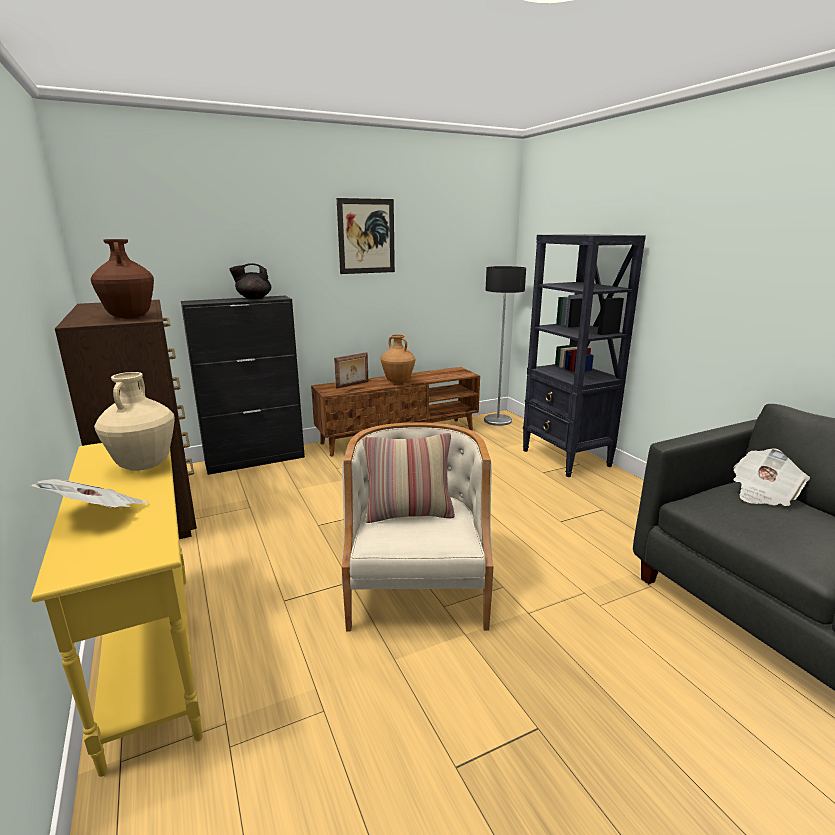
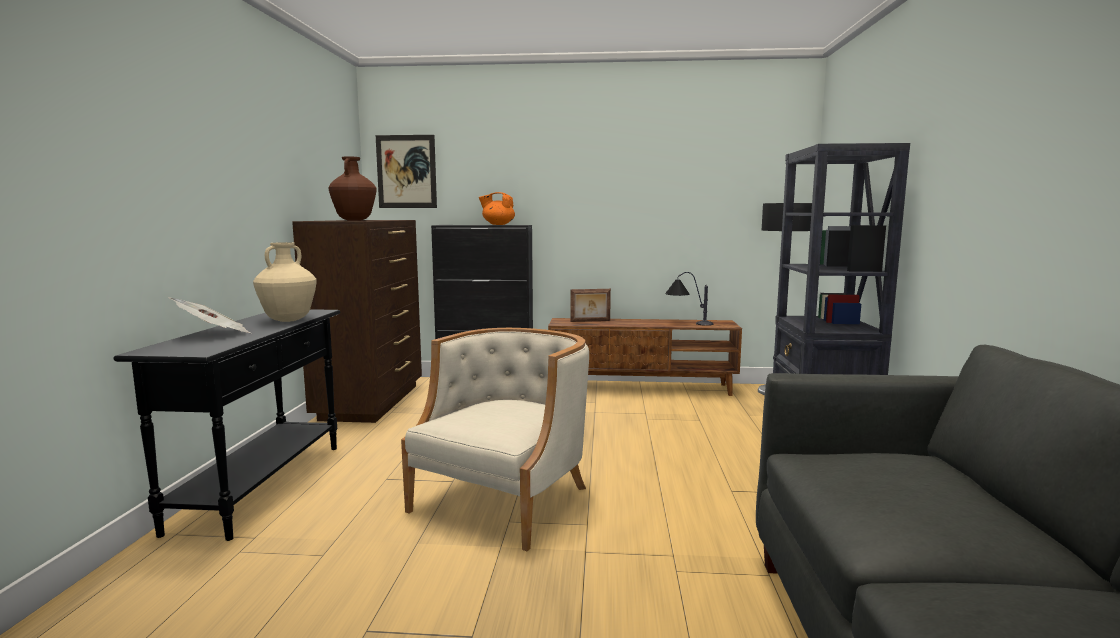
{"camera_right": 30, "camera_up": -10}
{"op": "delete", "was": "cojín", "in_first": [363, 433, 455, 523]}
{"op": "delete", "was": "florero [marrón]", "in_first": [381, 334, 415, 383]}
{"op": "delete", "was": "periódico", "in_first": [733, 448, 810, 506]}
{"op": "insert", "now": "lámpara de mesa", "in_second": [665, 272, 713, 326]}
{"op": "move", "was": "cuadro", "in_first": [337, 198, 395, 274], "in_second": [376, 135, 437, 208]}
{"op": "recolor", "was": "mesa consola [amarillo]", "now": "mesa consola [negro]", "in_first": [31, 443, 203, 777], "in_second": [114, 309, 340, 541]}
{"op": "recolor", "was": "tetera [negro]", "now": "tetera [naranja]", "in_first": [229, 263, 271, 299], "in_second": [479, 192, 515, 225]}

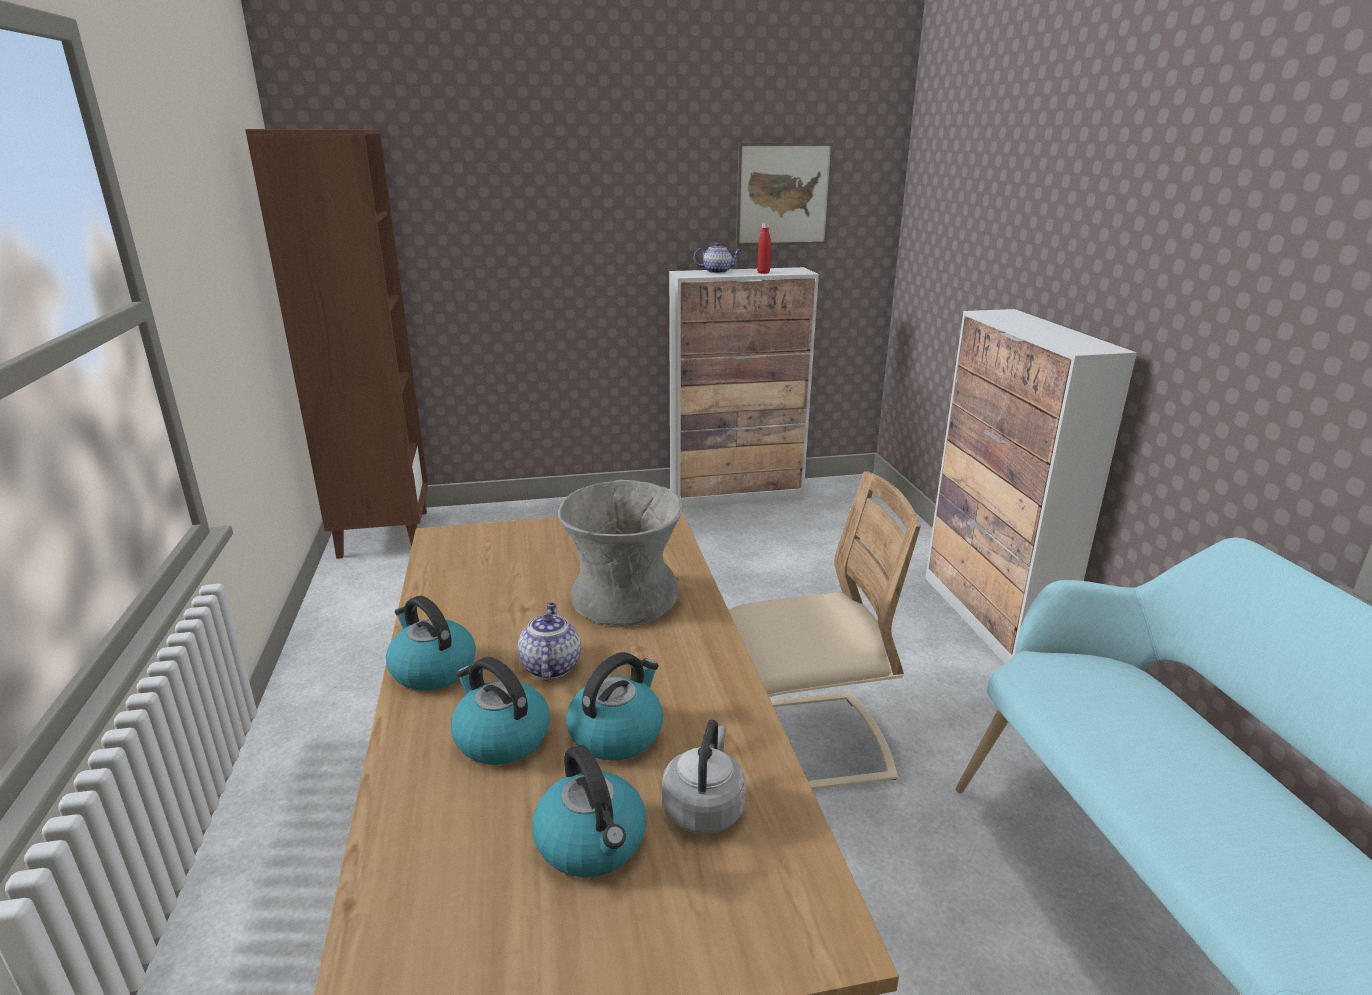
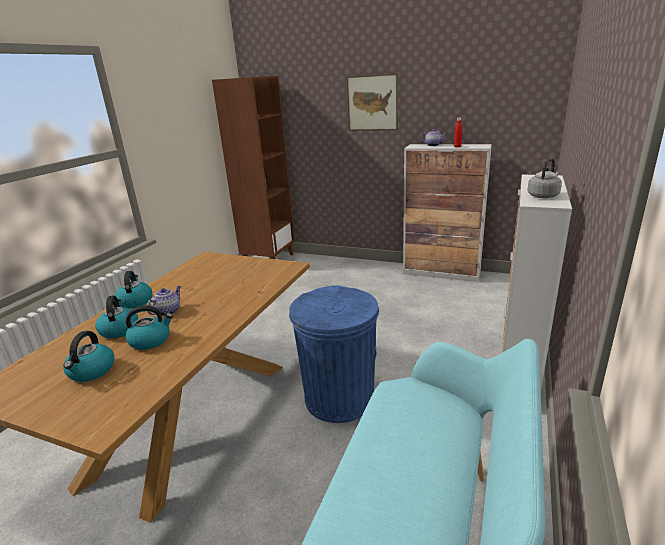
{"camera_right": 35, "camera_up": 0}
{"op": "delete", "was": "florero [gris]", "in_first": [558, 480, 683, 626]}
{"op": "move", "was": "hervidor [gris]", "in_first": [662, 720, 745, 834], "in_second": [528, 158, 562, 198]}
{"op": "move", "was": "cuadro", "in_first": [736, 143, 833, 246], "in_second": [346, 73, 398, 131]}
{"op": "replace", "was": "silla [beis]", "now": "papelera [azul]", "in_first": [729, 471, 921, 789], "in_second": [289, 285, 379, 423]}

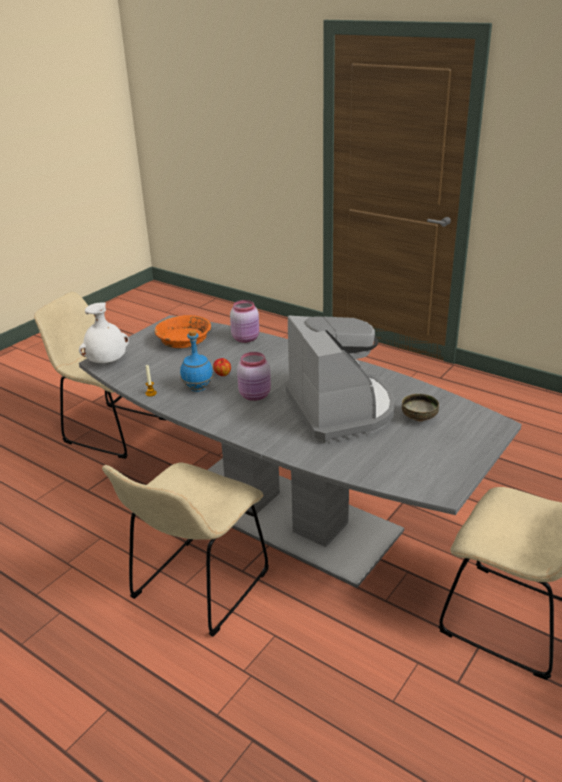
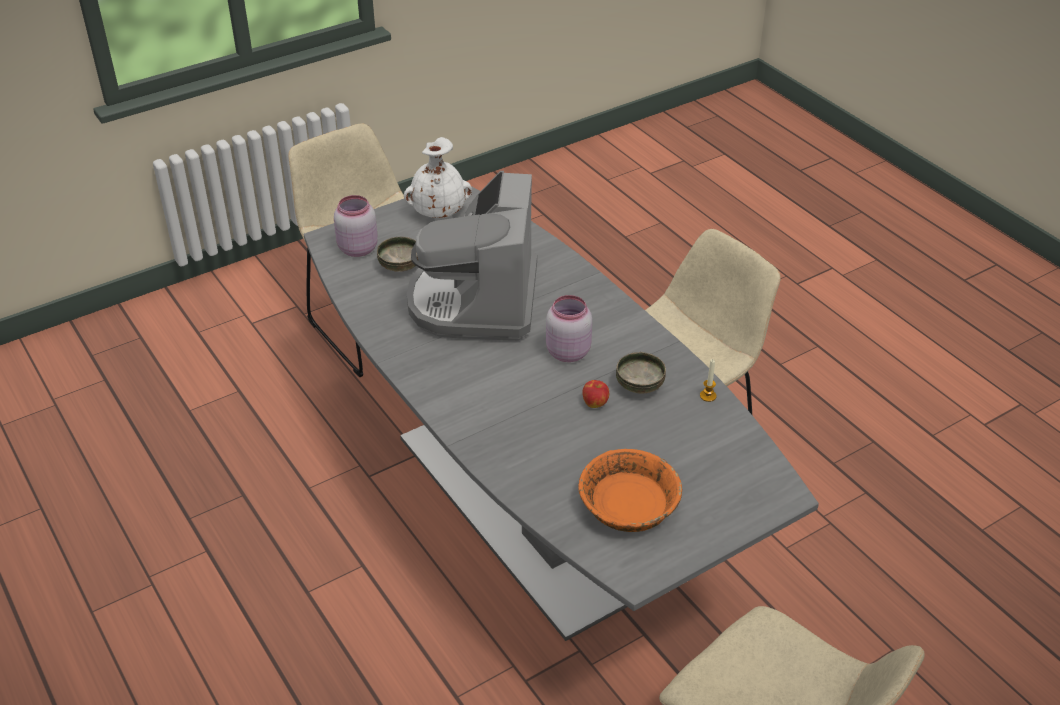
{"camera_right": -160, "camera_up": 10}
{"op": "move", "was": "florero [blanco]", "in_first": [79, 302, 129, 363], "in_second": [404, 137, 472, 218]}
{"op": "move", "was": "tarro [rosa]", "in_first": [230, 300, 259, 343], "in_second": [334, 195, 378, 257]}
{"op": "replace", "was": "botella [azul]", "now": "cuenco", "in_first": [180, 330, 213, 392], "in_second": [616, 352, 666, 393]}

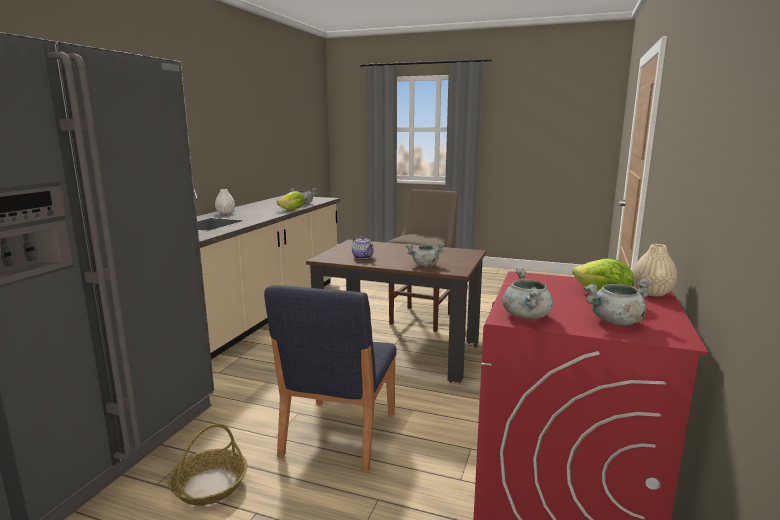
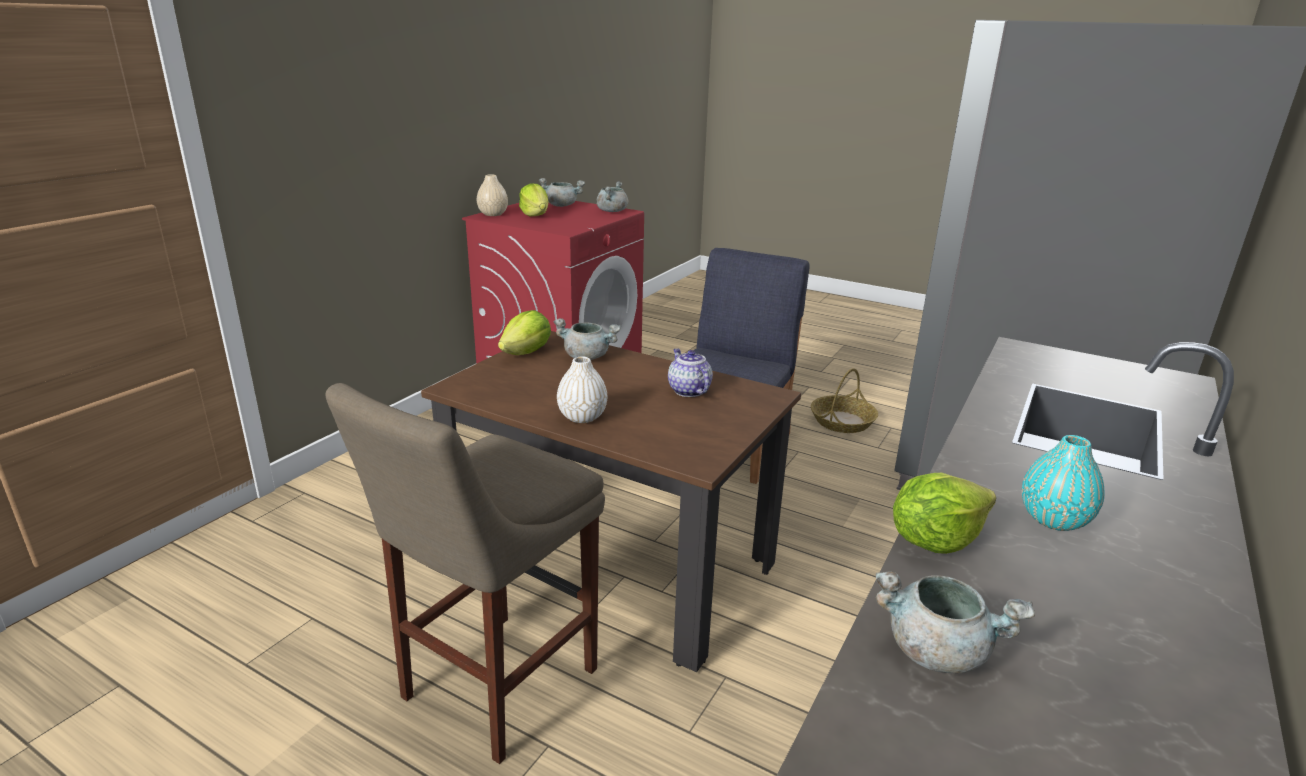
{"camera_right": -170, "camera_up": 10}
{"op": "insert", "now": "lechuga", "in_second": [498, 310, 551, 355]}
{"op": "insert", "now": "florero [turquesa]", "in_second": [1022, 435, 1105, 531]}
{"op": "move", "was": "florero [blanco]", "in_first": [215, 189, 235, 214], "in_second": [557, 356, 607, 423]}

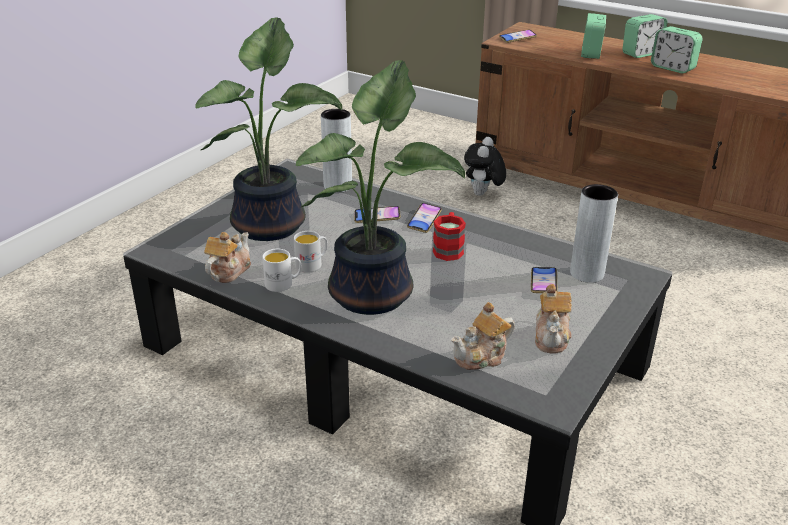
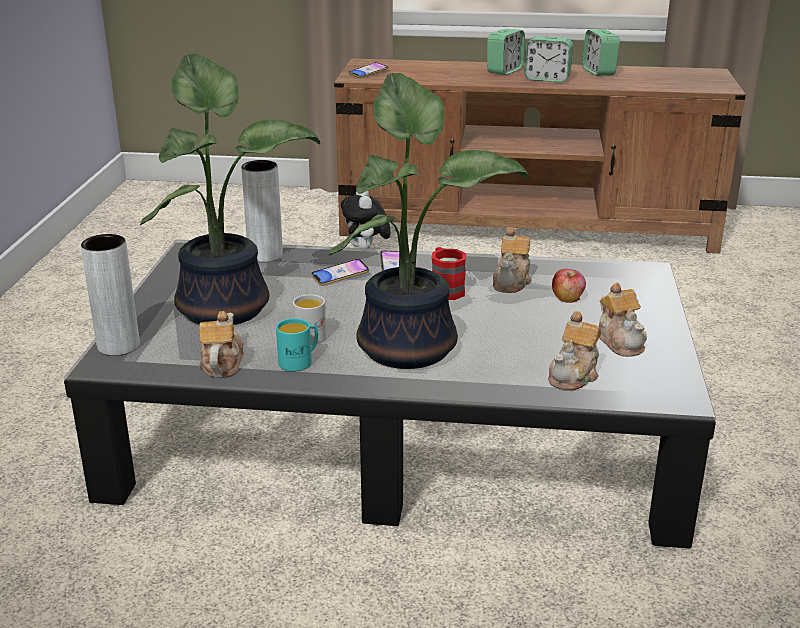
{"camera_right": -25, "camera_up": -5}
{"op": "insert", "now": "tetera", "in_second": [493, 227, 532, 293]}
{"op": "move", "was": "florero [gris]", "in_first": [570, 184, 618, 283], "in_second": [81, 234, 140, 356]}
{"op": "move", "was": "despertador", "in_first": [581, 13, 606, 59], "in_second": [582, 29, 620, 76]}
{"op": "replace", "was": "móvil", "now": "manzana", "in_first": [531, 267, 557, 293], "in_second": [552, 269, 586, 303]}
{"op": "recolor", "was": "taza grande [blanco]", "now": "taza grande [turquesa]", "in_first": [262, 249, 301, 292], "in_second": [276, 318, 318, 371]}

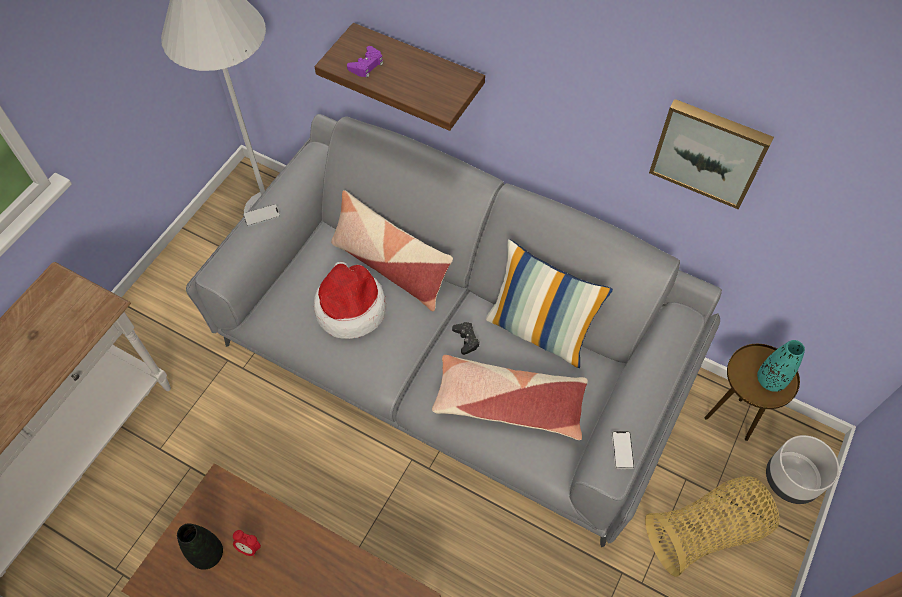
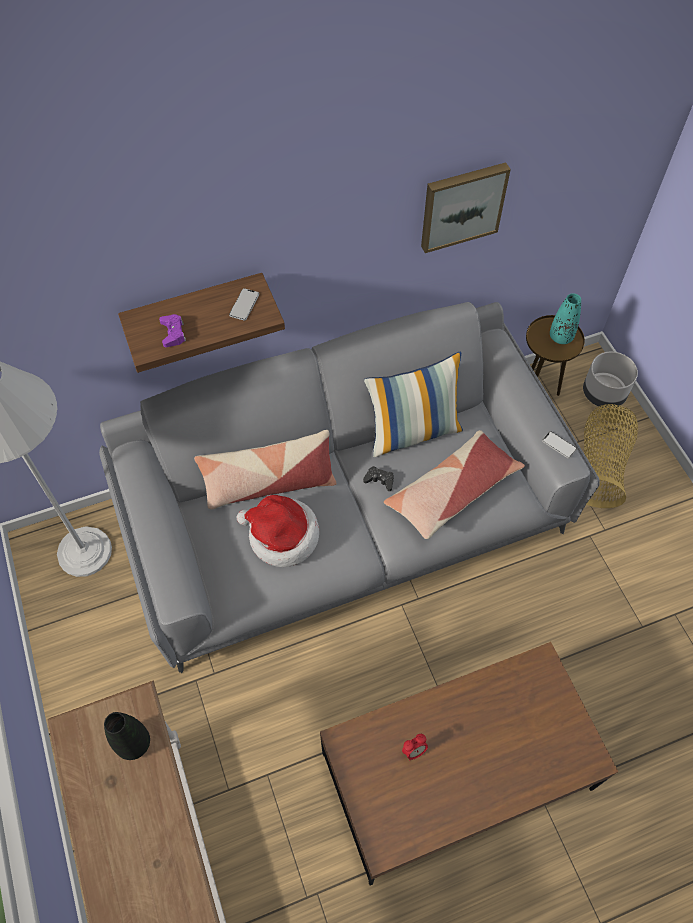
{"camera_right": -50, "camera_up": 0}
{"op": "move", "was": "florero [negro]", "in_first": [177, 523, 223, 570], "in_second": [104, 712, 150, 760]}
{"op": "move", "was": "móvil", "in_first": [243, 204, 280, 227], "in_second": [229, 288, 259, 321]}

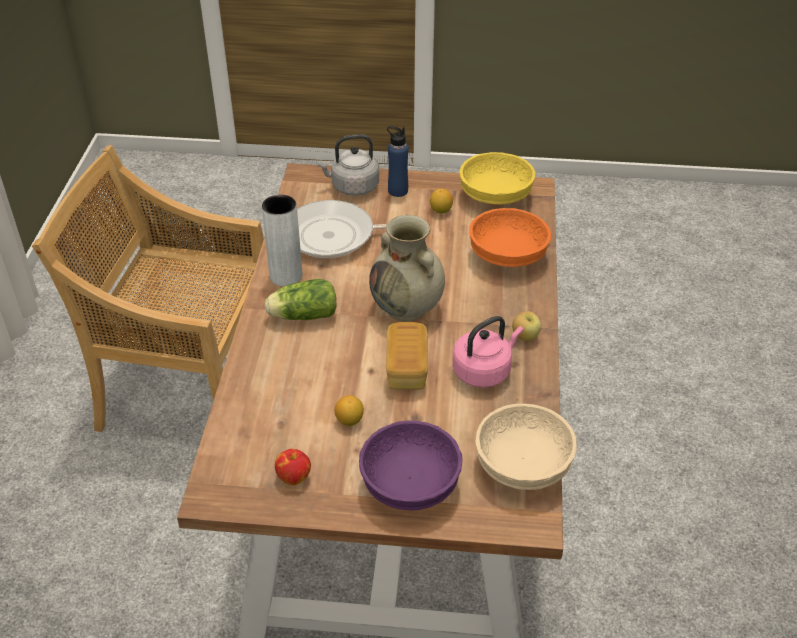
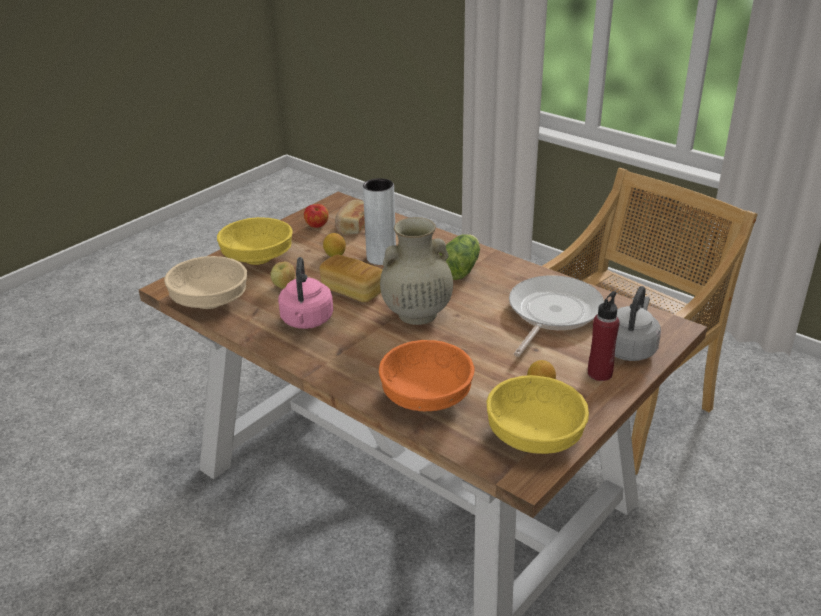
{"camera_right": 125, "camera_up": -10}
{"op": "insert", "now": "pan", "in_second": [335, 200, 365, 234]}
{"op": "move", "was": "florero [gris]", "in_first": [262, 195, 302, 286], "in_second": [363, 178, 396, 265]}
{"op": "move", "was": "manzana", "in_first": [512, 311, 541, 341], "in_second": [270, 262, 295, 289]}
{"op": "recolor", "was": "cuenco [morado]", "now": "cuenco [amarillo]", "in_first": [359, 420, 463, 511], "in_second": [217, 217, 293, 265]}
{"op": "recolor", "was": "botella [azul]", "now": "botella [rojo]", "in_first": [387, 126, 409, 197], "in_second": [588, 291, 620, 381]}

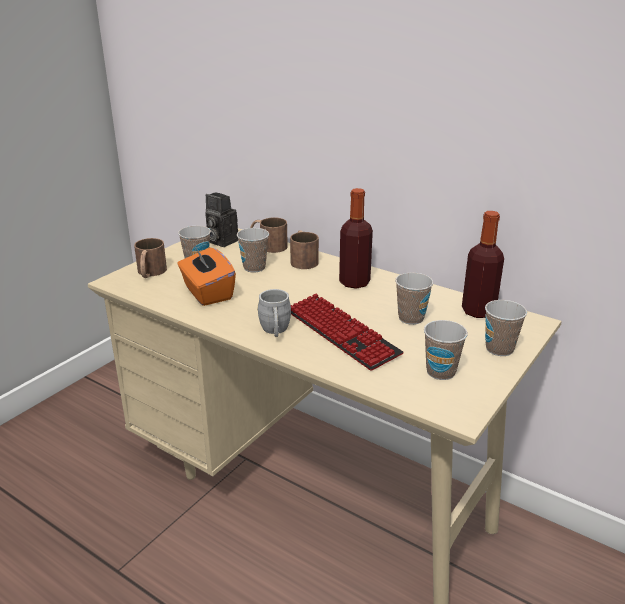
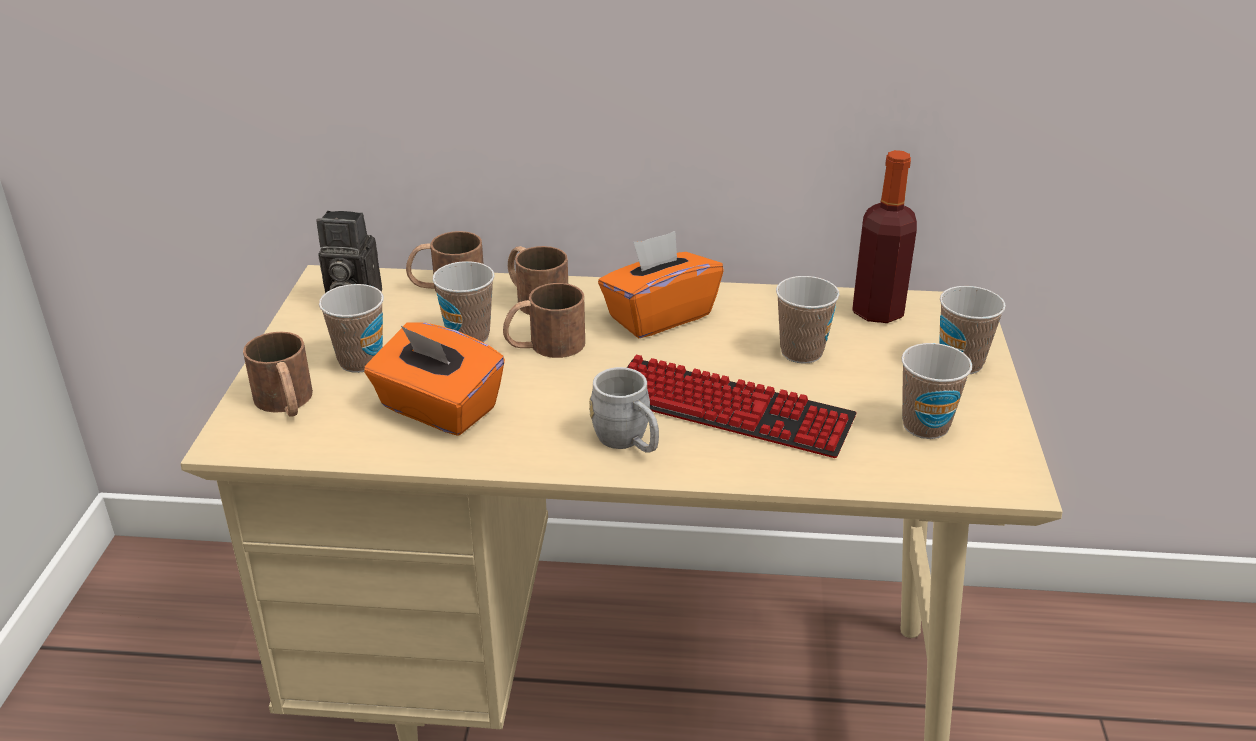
{"camera_right": -30, "camera_up": 5}
{"op": "insert", "now": "taza grande [marrón]", "in_second": [503, 283, 585, 358]}
{"op": "replace", "was": "botella", "now": "caja de pañuelos [naranja]", "in_first": [339, 188, 373, 289], "in_second": [598, 231, 724, 338]}

